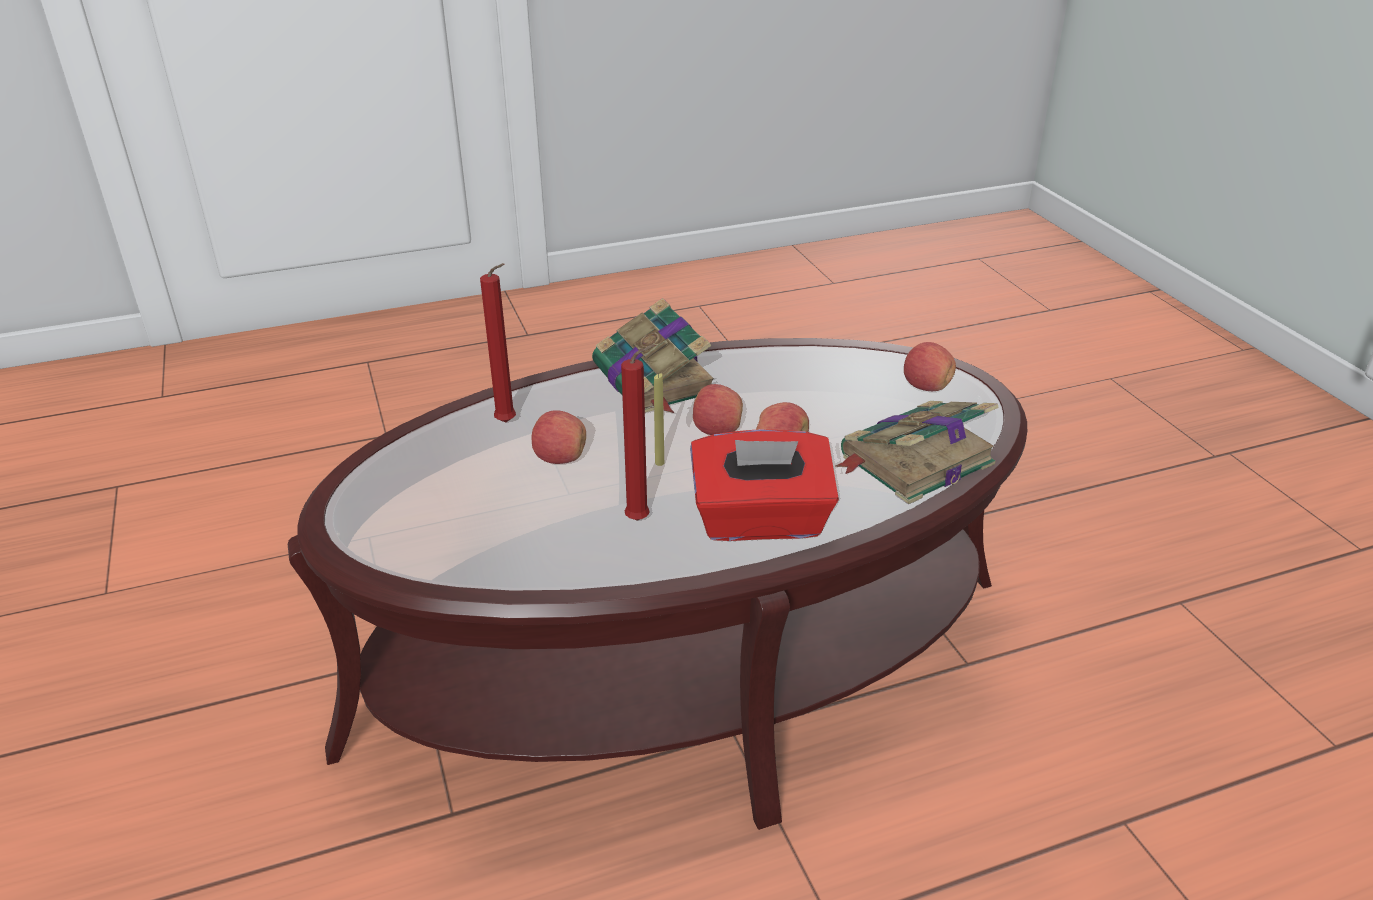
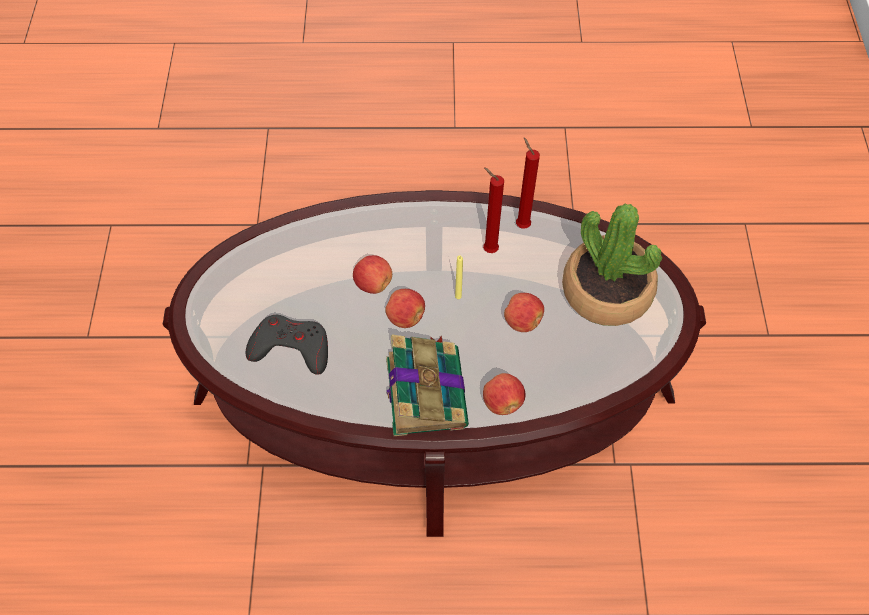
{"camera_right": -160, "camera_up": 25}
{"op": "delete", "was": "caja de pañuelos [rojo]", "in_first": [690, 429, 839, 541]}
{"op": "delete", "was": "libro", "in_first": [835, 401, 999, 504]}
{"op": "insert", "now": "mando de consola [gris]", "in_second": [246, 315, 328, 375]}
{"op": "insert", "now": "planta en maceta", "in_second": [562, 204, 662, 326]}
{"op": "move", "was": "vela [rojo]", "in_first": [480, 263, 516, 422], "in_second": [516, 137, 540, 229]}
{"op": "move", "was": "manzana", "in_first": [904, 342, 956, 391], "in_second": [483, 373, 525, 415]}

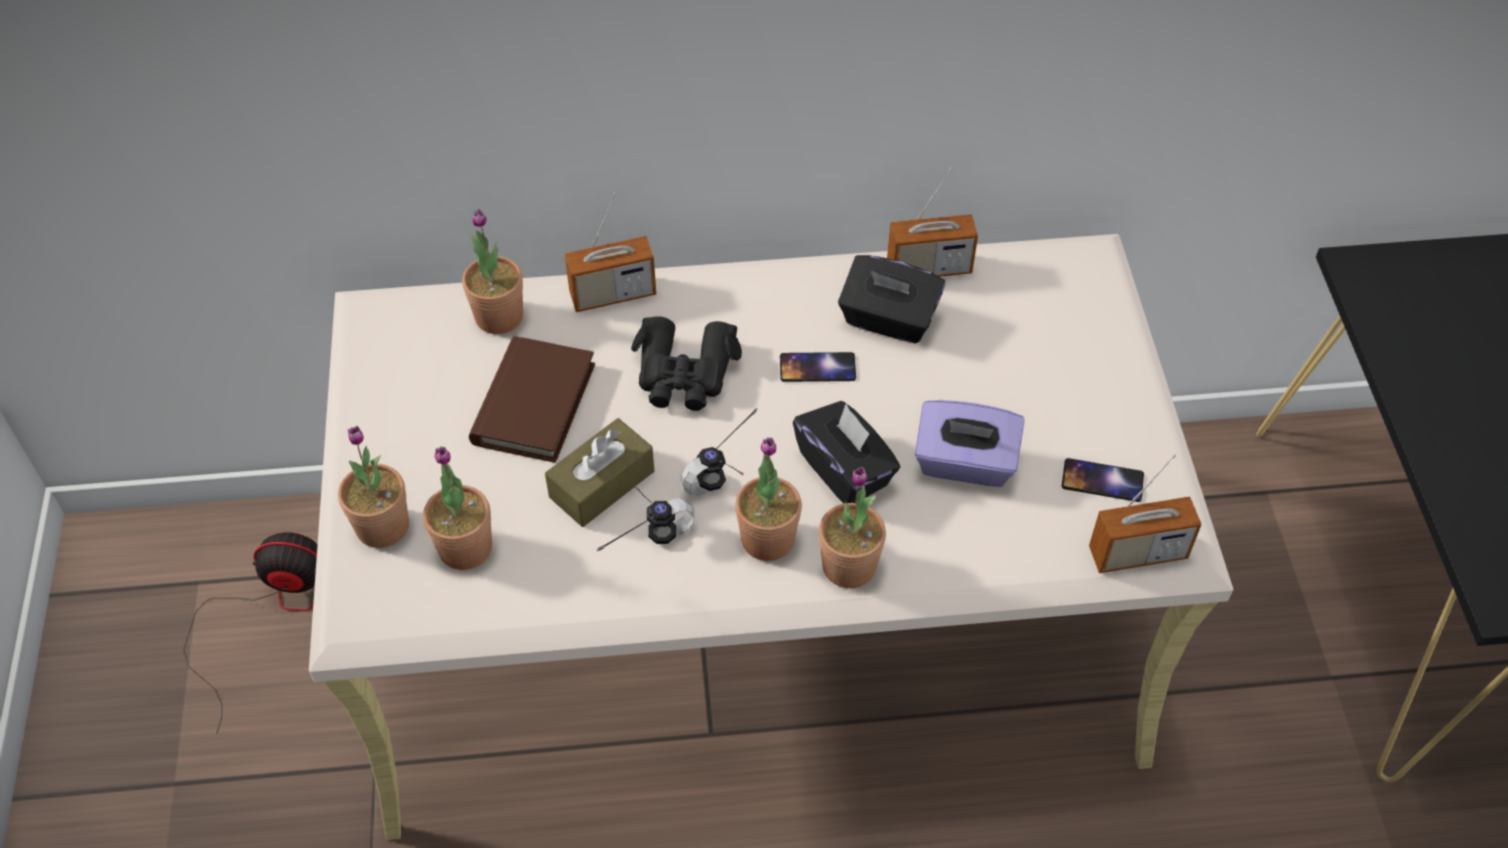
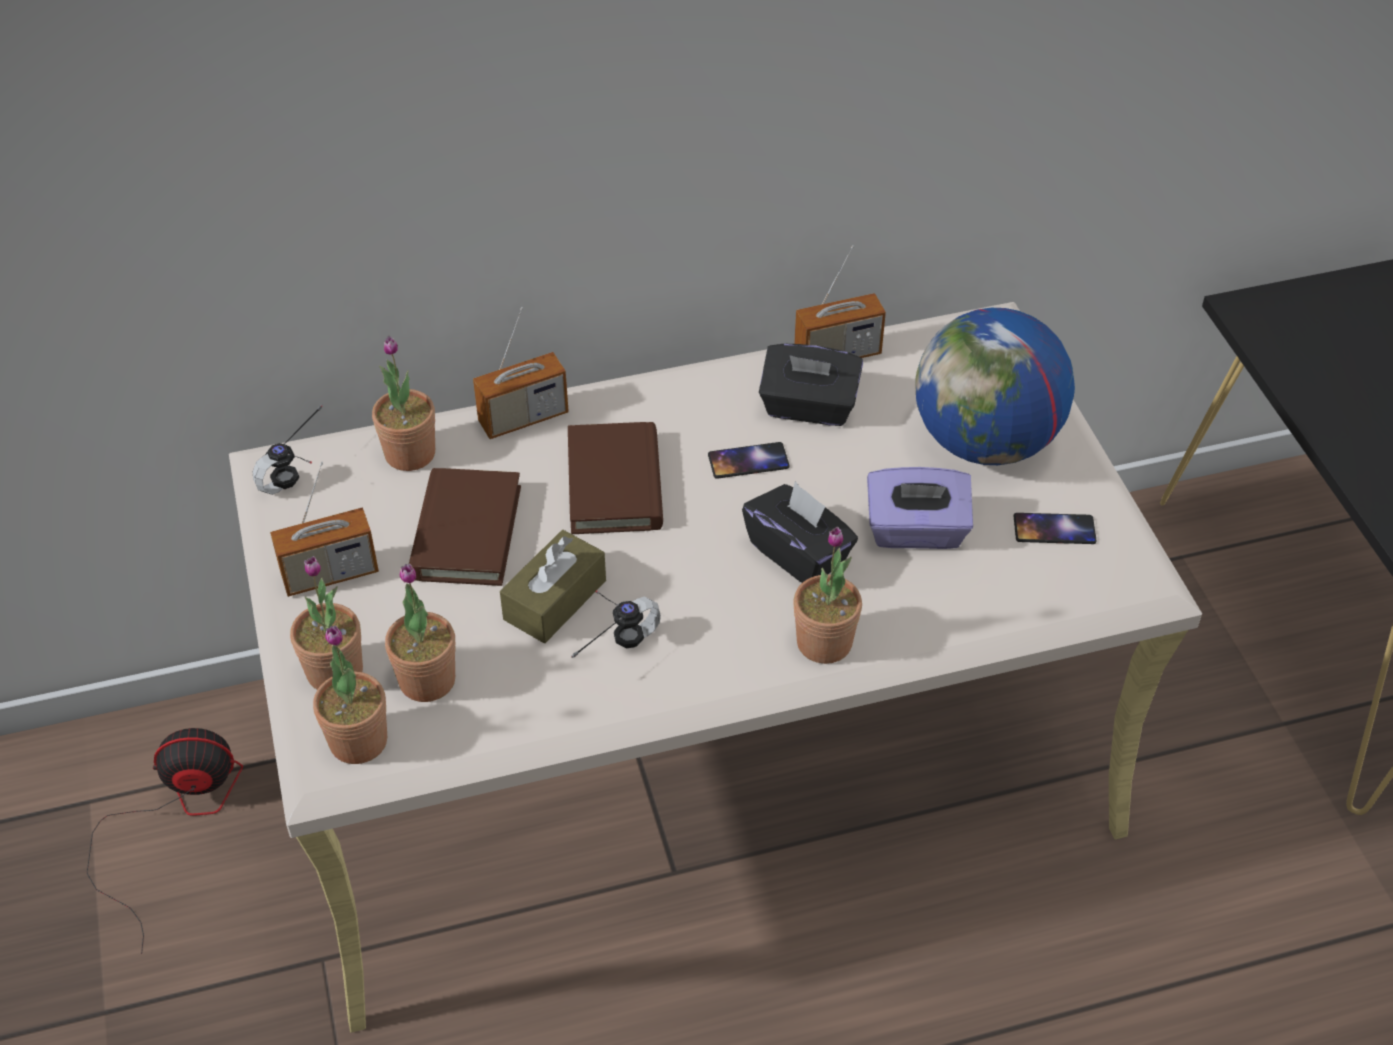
{"camera_right": -10, "camera_up": -5}
{"op": "insert", "now": "globo terráqueo", "in_second": [915, 308, 1075, 465]}
{"op": "move", "was": "auriculares", "in_first": [681, 408, 757, 497], "in_second": [253, 404, 323, 495]}
{"op": "move", "was": "planta en maceta", "in_first": [735, 437, 802, 561], "in_second": [313, 625, 387, 764]}
{"op": "move", "was": "radio", "in_first": [1089, 454, 1202, 573], "in_second": [270, 462, 379, 597]}
{"op": "replace", "was": "prismáticos [negro]", "now": "libro [marrón]", "in_first": [631, 316, 742, 411], "in_second": [568, 422, 663, 534]}

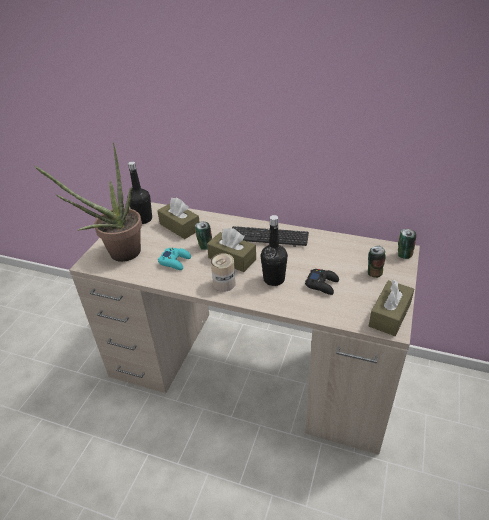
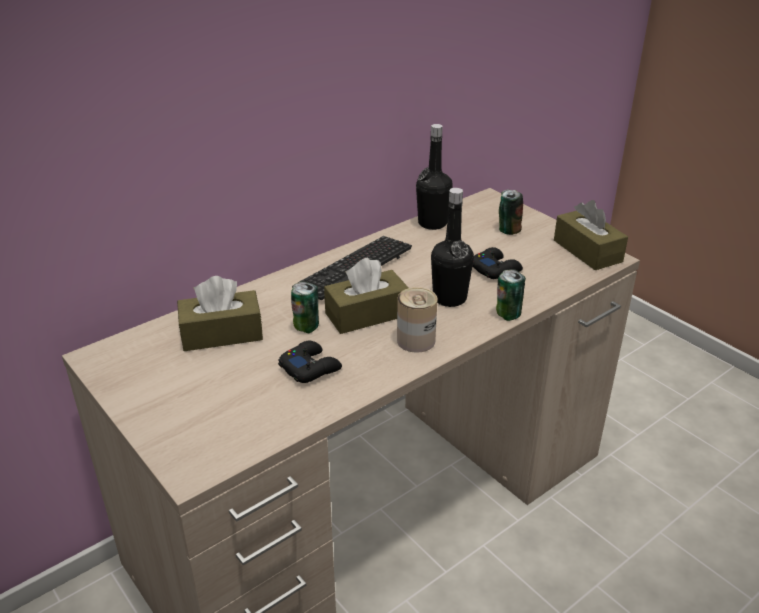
{"camera_right": -60, "camera_up": -5}
{"op": "delete", "was": "planta en maceta", "in_first": [34, 143, 142, 262]}
{"op": "move", "was": "botella [negro]", "in_first": [127, 161, 152, 224], "in_second": [416, 124, 453, 230]}
{"op": "move", "was": "lata", "in_first": [398, 229, 416, 259], "in_second": [496, 269, 526, 321]}
{"op": "recolor", "was": "mando de consola [turquesa]", "now": "mando de consola [negro]", "in_first": [158, 248, 191, 270], "in_second": [278, 341, 342, 383]}

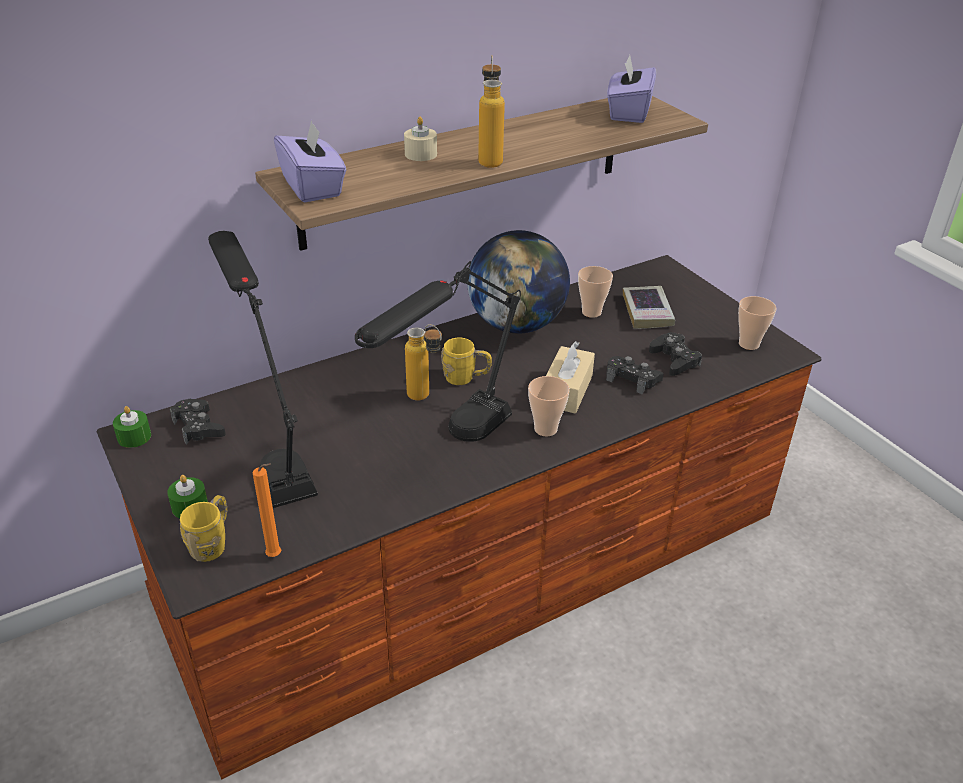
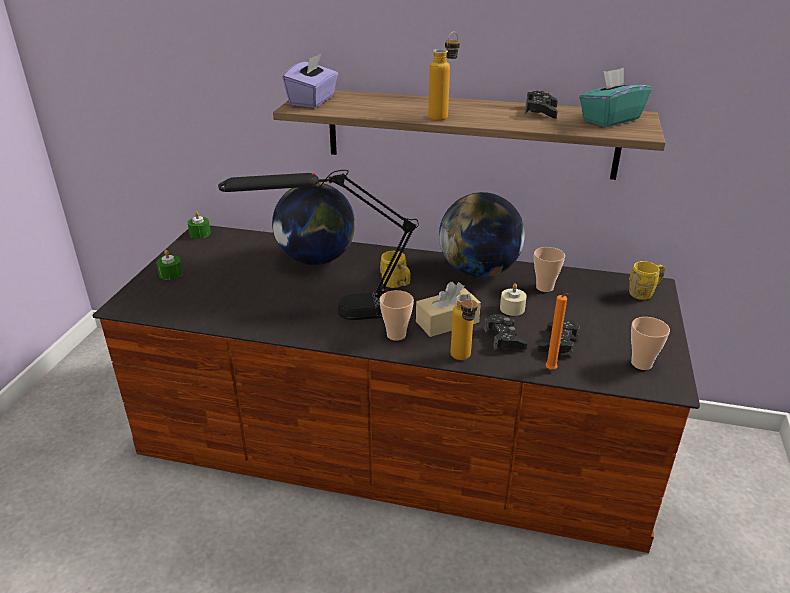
{"camera_right": 45, "camera_up": -5}
{"op": "delete", "was": "lámpara de mesa [negro]", "in_first": [208, 231, 318, 508]}
{"op": "delete", "was": "libro", "in_first": [623, 286, 675, 329]}
{"op": "insert", "now": "globo terráqueo", "in_second": [272, 183, 355, 265]}
{"op": "move", "was": "mando de consola [negro]", "in_first": [170, 399, 226, 445], "in_second": [525, 91, 558, 119]}
{"op": "move", "was": "taza grande [amarillo]", "in_first": [180, 495, 227, 562], "in_second": [629, 261, 665, 300]}
{"op": "move", "was": "vela [naranja]", "in_first": [252, 463, 281, 557], "in_second": [545, 293, 571, 370]}
{"op": "move", "was": "vela [beis]", "in_first": [404, 116, 437, 161], "in_second": [500, 283, 527, 316]}
{"op": "move", "was": "botella", "in_first": [405, 324, 442, 401], "in_second": [450, 294, 478, 360]}
{"op": "recolor", "was": "caja de pañuelos [morado]", "now": "caja de pañuelos [turquesa]", "in_first": [607, 55, 656, 123], "in_second": [579, 68, 651, 127]}

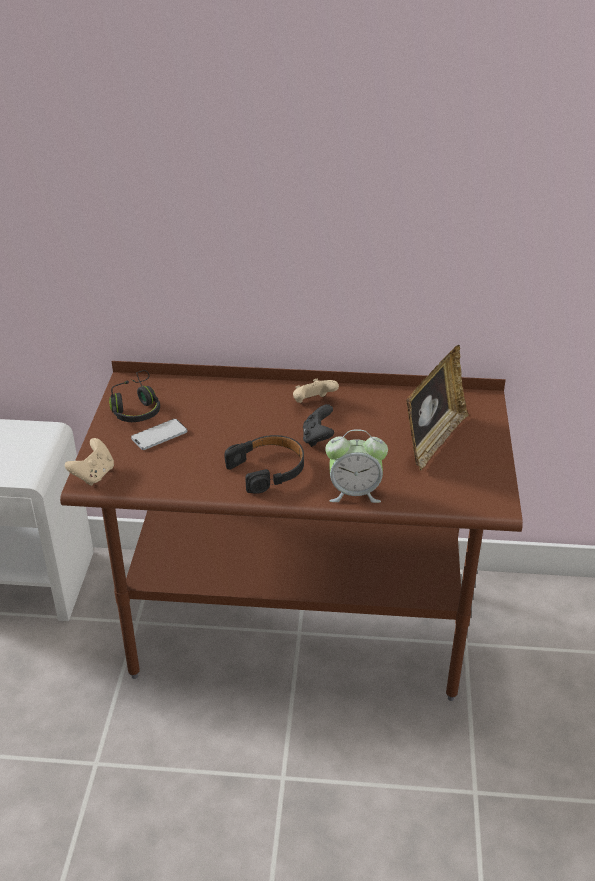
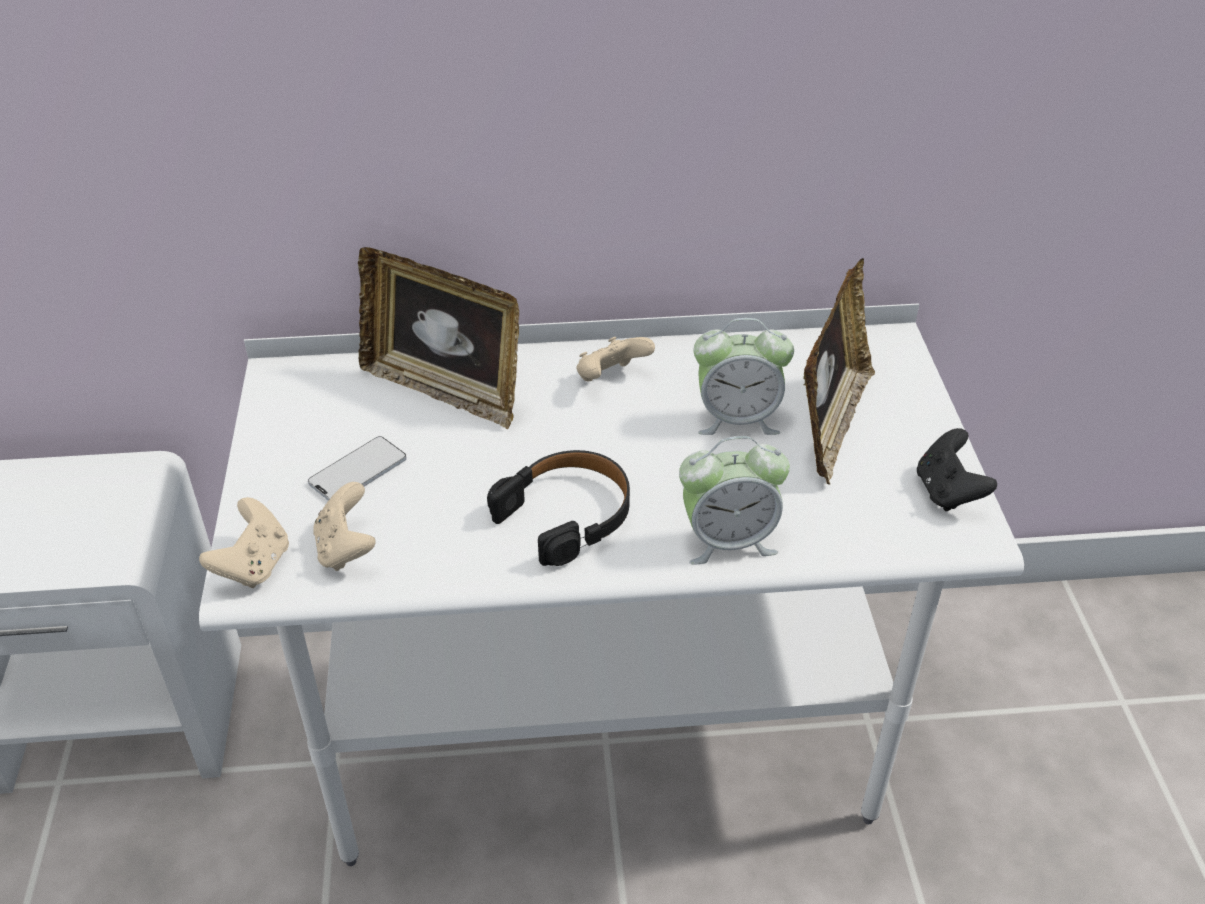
{"camera_right": -10, "camera_up": 5}
{"op": "delete", "was": "auriculares [negro]", "in_first": [109, 370, 160, 422]}
{"op": "insert", "now": "mando de consola [beis]", "in_second": [313, 482, 376, 571]}
{"op": "insert", "now": "portarretratos", "in_second": [358, 247, 519, 429]}
{"op": "insert", "now": "despertador", "in_second": [694, 318, 794, 435]}
{"op": "move", "was": "mando de consola [negro]", "in_first": [303, 404, 334, 447], "in_second": [917, 428, 997, 511]}
{"op": "recolor", "was": "escritorio [marrón]", "now": "escritorio [blanco]", "in_first": [60, 361, 523, 701], "in_second": [199, 303, 1024, 866]}

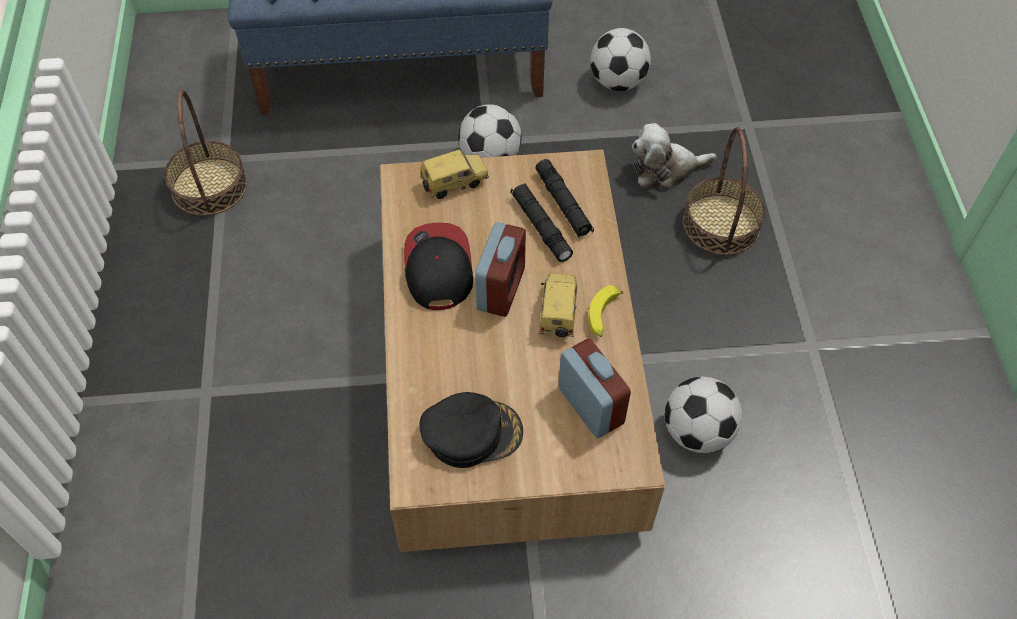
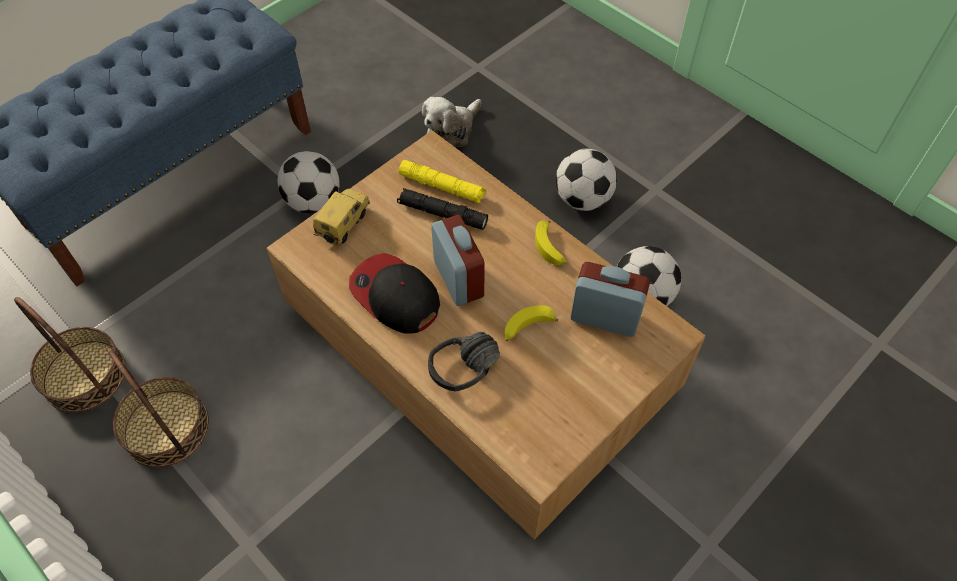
{"camera_right": -40, "camera_up": 0}
{"op": "delete", "was": "gorra [negro]", "in_first": [420, 392, 523, 468]}
{"op": "delete", "was": "coche de juguete", "in_first": [539, 274, 577, 337]}
{"op": "insert", "now": "auriculares [negro]", "in_second": [428, 332, 500, 391]}
{"op": "insert", "now": "plátano", "in_second": [504, 305, 559, 341]}
{"op": "move", "was": "balón de fútbol", "in_first": [590, 28, 651, 91], "in_second": [556, 149, 617, 211]}
{"op": "move", "was": "cesta", "in_first": [683, 127, 766, 255], "in_second": [107, 348, 209, 467]}
{"op": "recolor", "was": "linterna [negro]", "now": "linterna [amarillo]", "in_first": [535, 159, 594, 237], "in_second": [399, 160, 487, 203]}

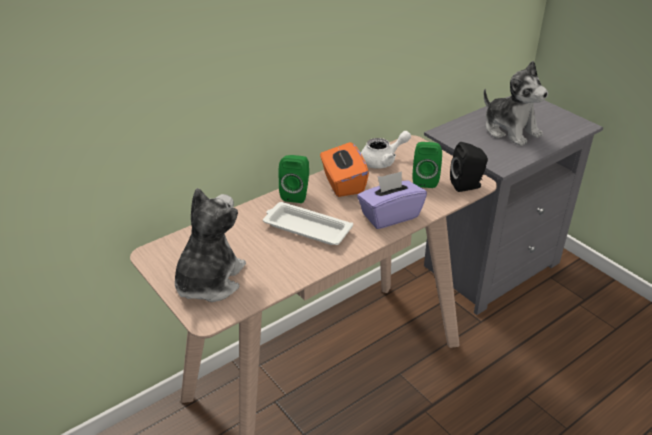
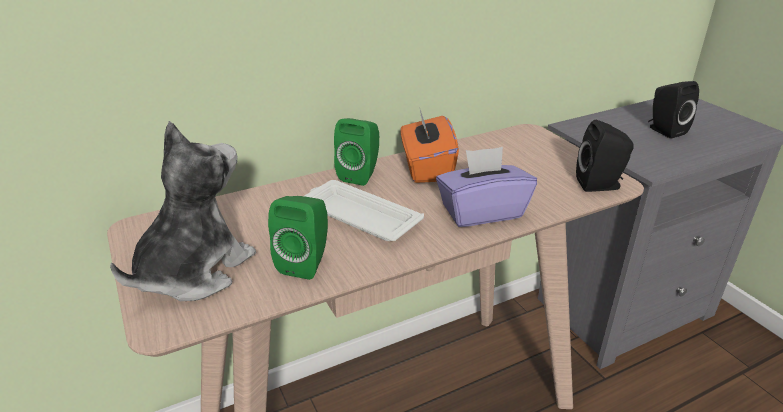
{"camera_right": 10, "camera_up": -5}
{"op": "delete", "was": "tetera [blanco]", "in_first": [361, 131, 411, 169]}
{"op": "move", "was": "altavoz [verde]", "in_first": [412, 142, 442, 188], "in_second": [268, 196, 328, 280]}
{"op": "replace", "was": "peluche", "now": "altavoz [negro]", "in_first": [484, 61, 548, 146], "in_second": [648, 81, 699, 139]}

